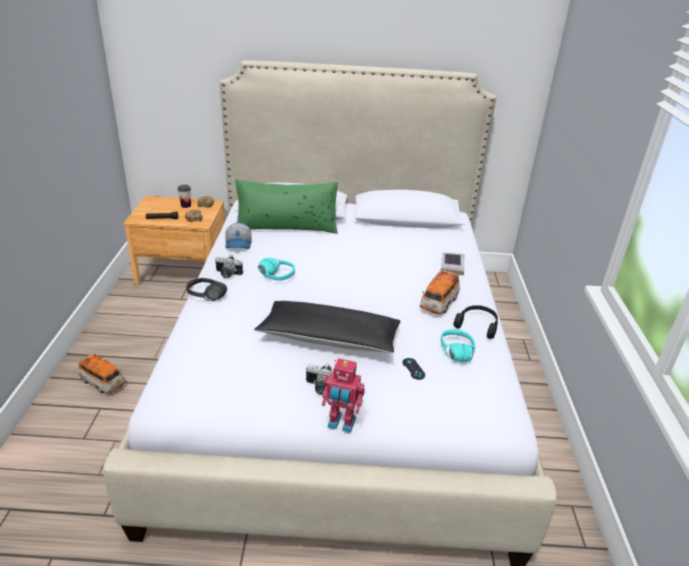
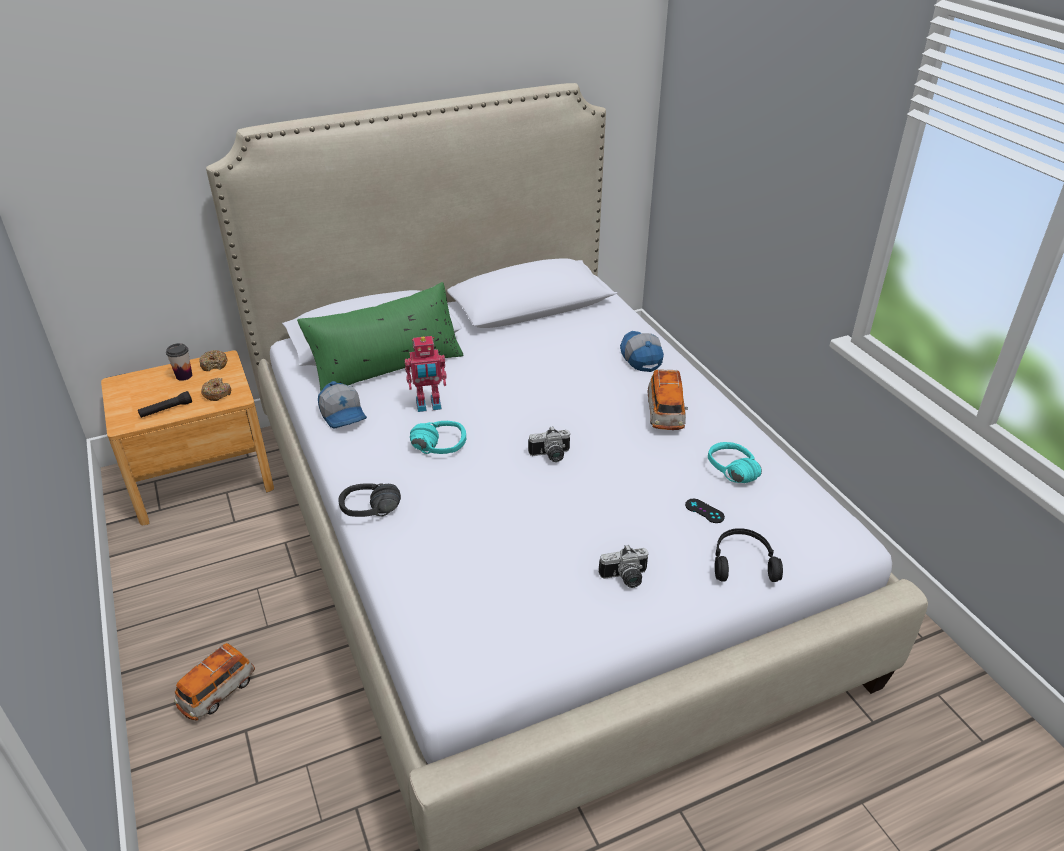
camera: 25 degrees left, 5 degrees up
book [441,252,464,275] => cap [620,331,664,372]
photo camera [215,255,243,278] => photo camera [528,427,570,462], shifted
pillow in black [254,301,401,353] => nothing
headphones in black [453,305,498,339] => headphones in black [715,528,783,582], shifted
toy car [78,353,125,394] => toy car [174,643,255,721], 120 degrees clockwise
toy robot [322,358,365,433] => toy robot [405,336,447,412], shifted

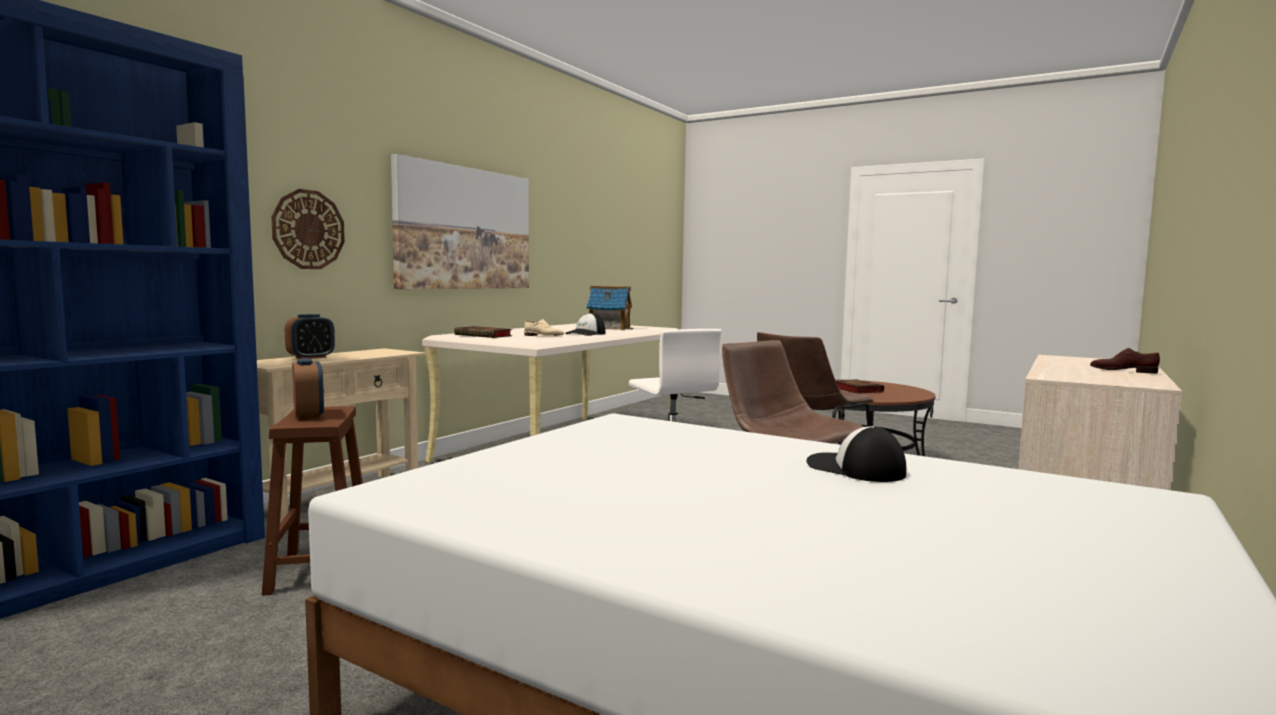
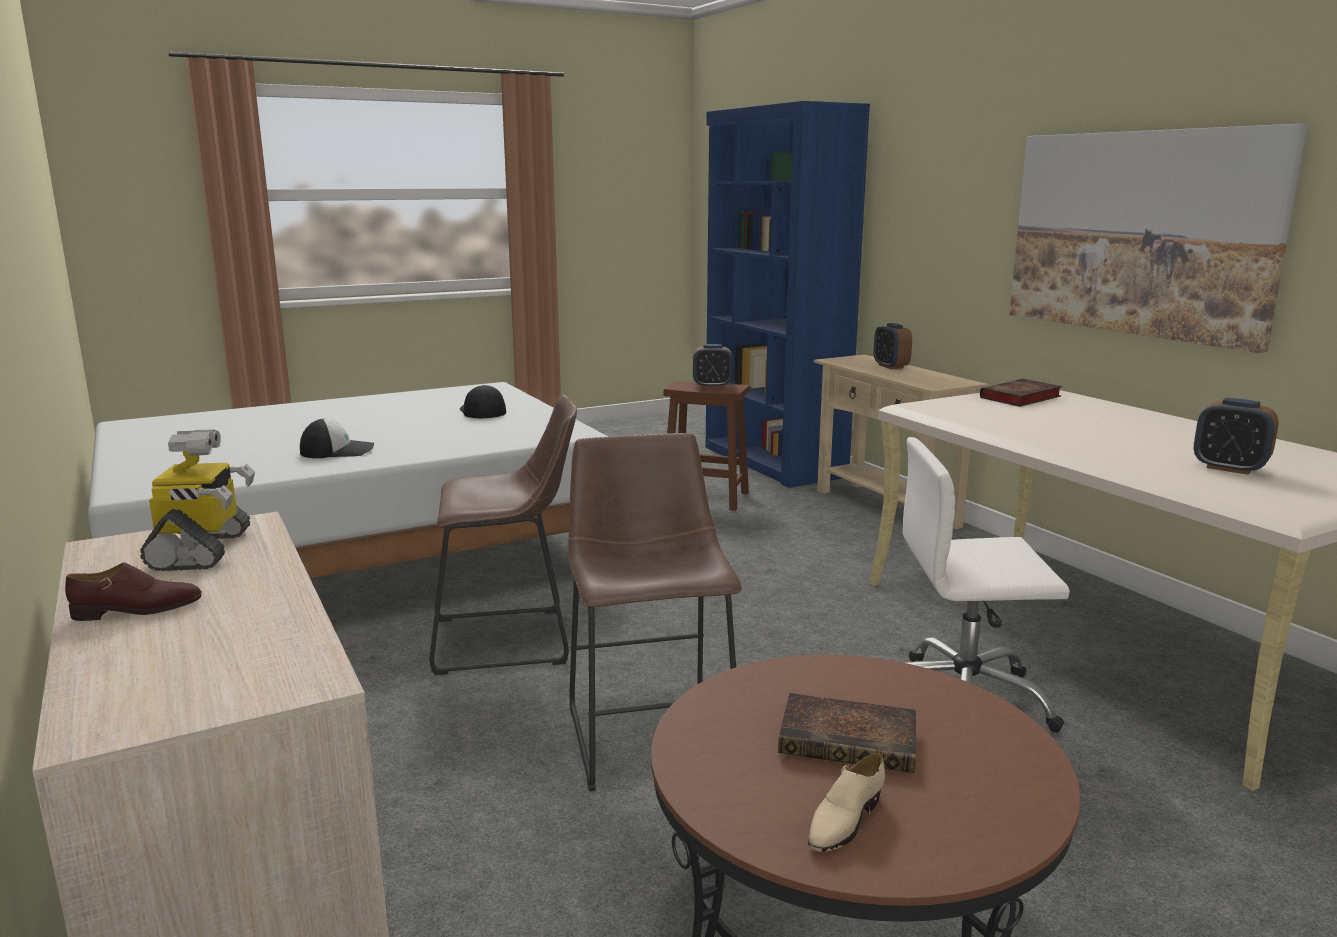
camera: 120 degrees right, 10 degrees up
wall clock [271,189,345,269] => nothing
toy house [587,286,633,330] => alarm clock [1194,398,1279,475]
cap [565,313,605,336] => cap [460,385,506,418], shifted
shoe in beige [524,319,564,336] => shoe in beige [808,753,885,852], shifted
nothing => toy robot [140,429,255,571]

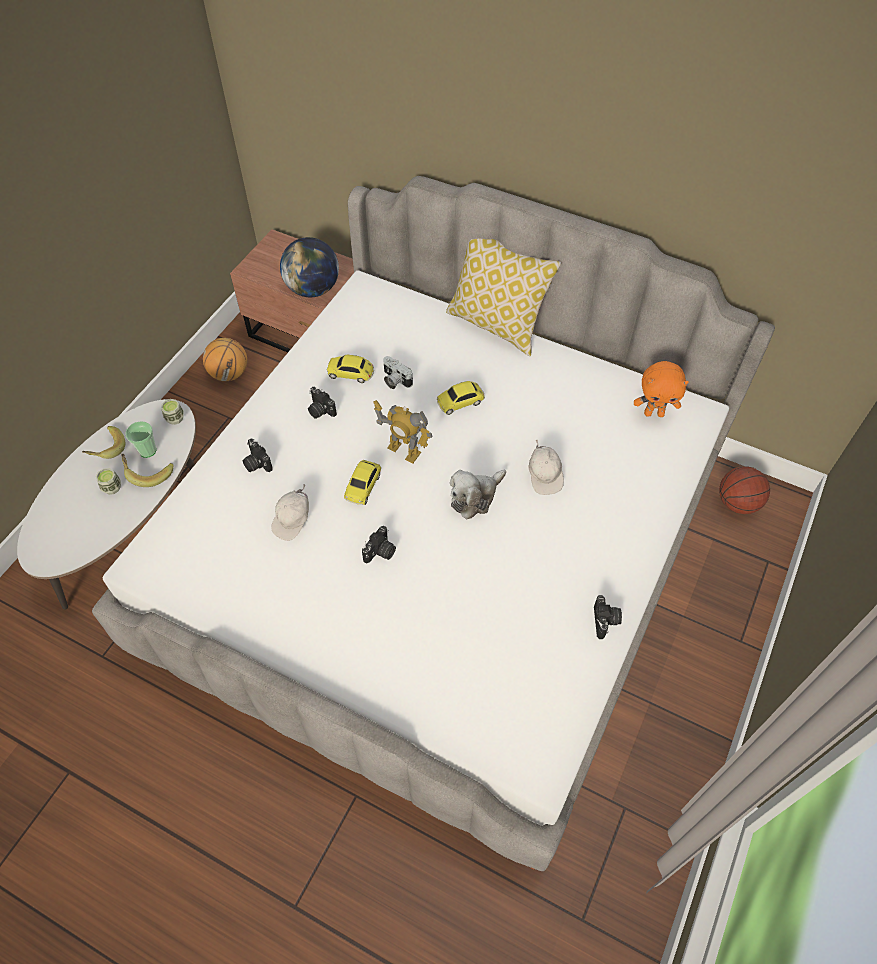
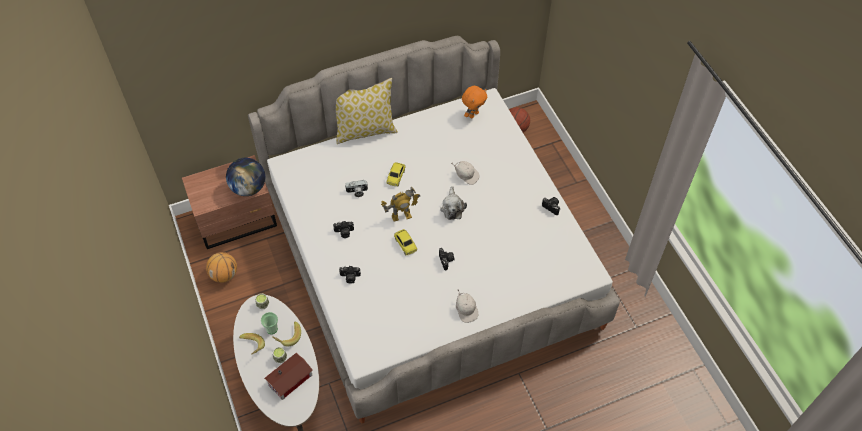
camera: 50 degrees left, 0 degrees up
toy car [327,355,374,383] => nothing
cap in white [271,484,309,541] => cap in white [456,289,478,323], shifted
nothing => toy house [264,353,313,400]

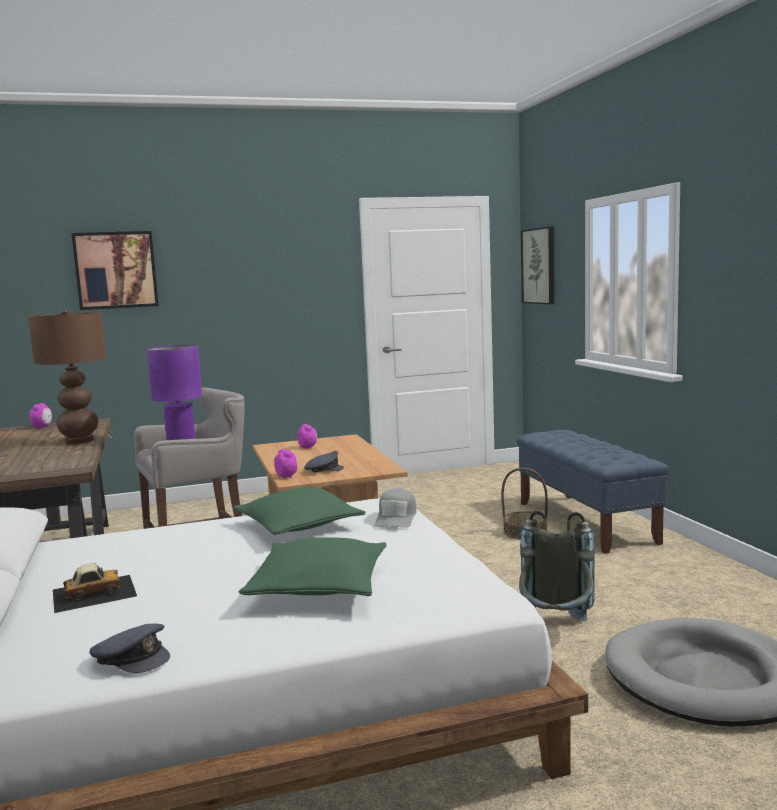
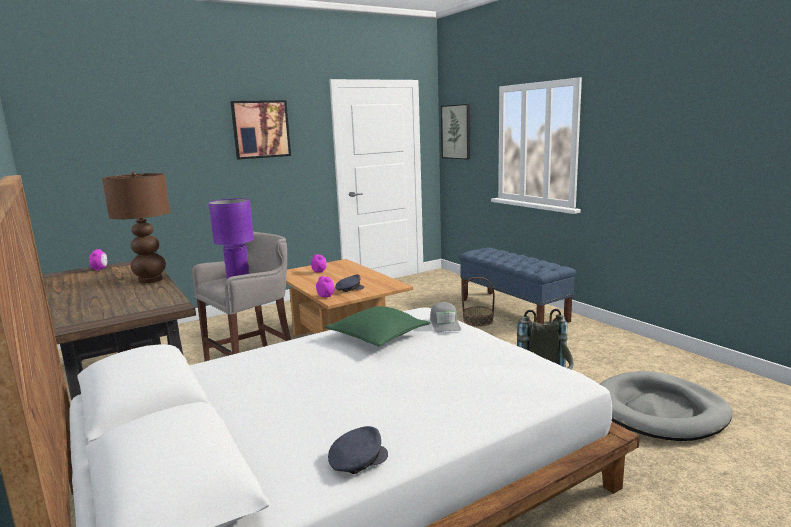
camera: 15 degrees left, 5 degrees up
picture [72,231,159,310] => picture [230,100,291,160], shifted
pillow in green [239,537,386,596] => nothing
toy car [53,563,137,613] => nothing
cap in grey [89,623,170,673] => cap in grey [328,426,388,474], 45 degrees counterclockwise

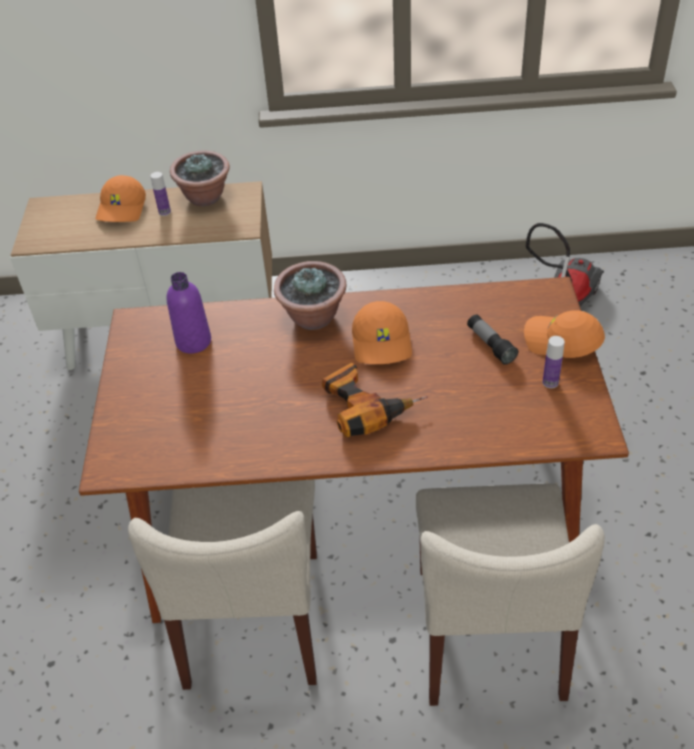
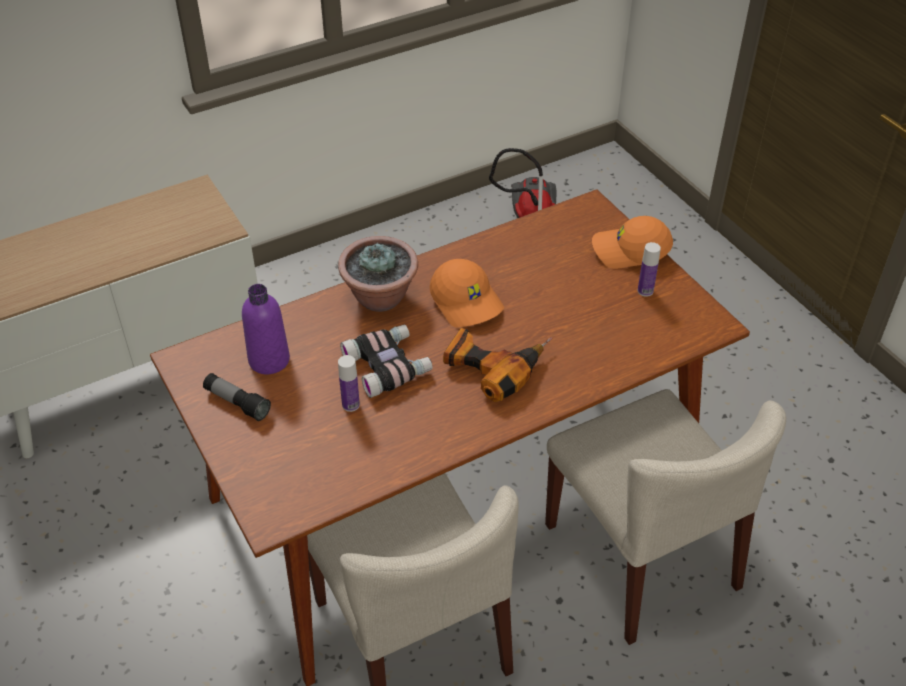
camera: 30 degrees left, 0 degrees up
potted plant [170,150,230,206] => nothing
bottle [150,172,171,216] => bottle [338,355,360,412], shifted
cap in orange [95,175,146,222] => nothing
flashlight [467,314,518,365] => flashlight [203,373,271,421], shifted
nothing => binoculars [340,324,433,398]

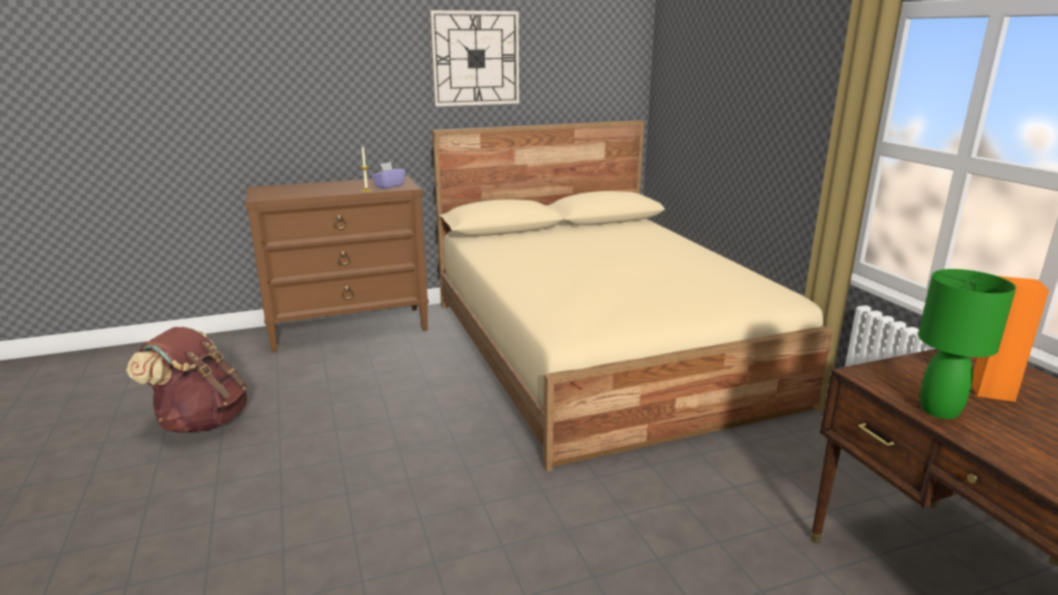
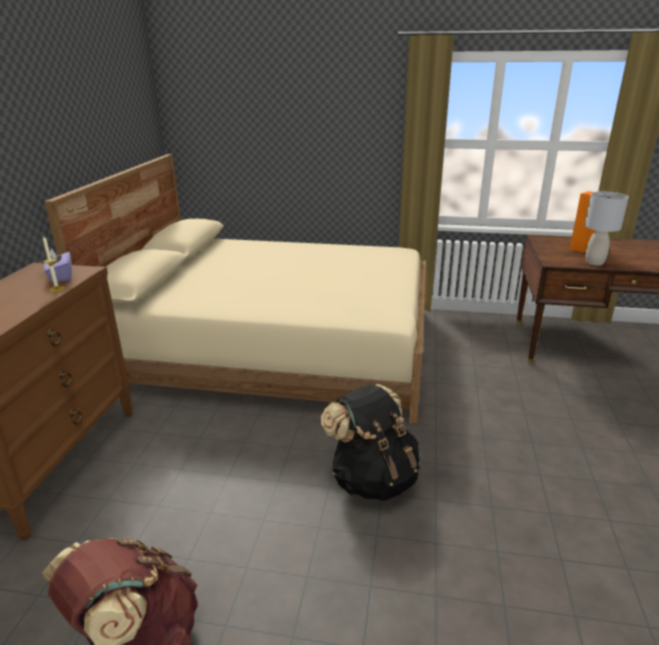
camera: 60 degrees left, 5 degrees up
wall clock [430,10,519,107] => nothing
table lamp in green [918,269,1016,419] => table lamp in grey [585,192,629,266]
nothing => backpack in black [321,384,420,501]

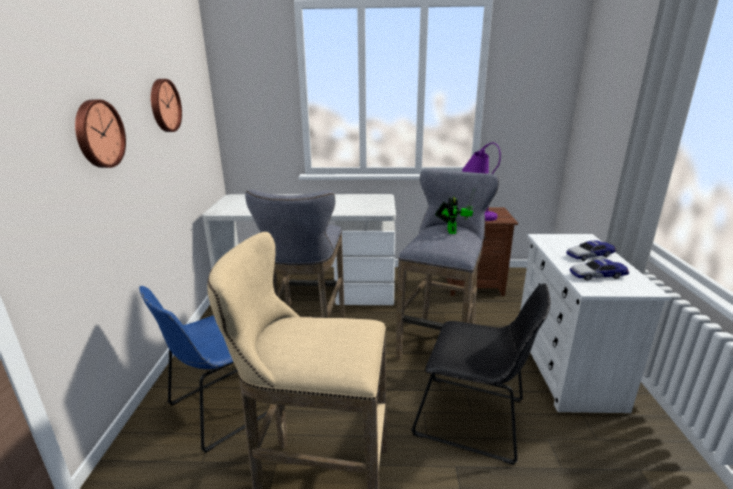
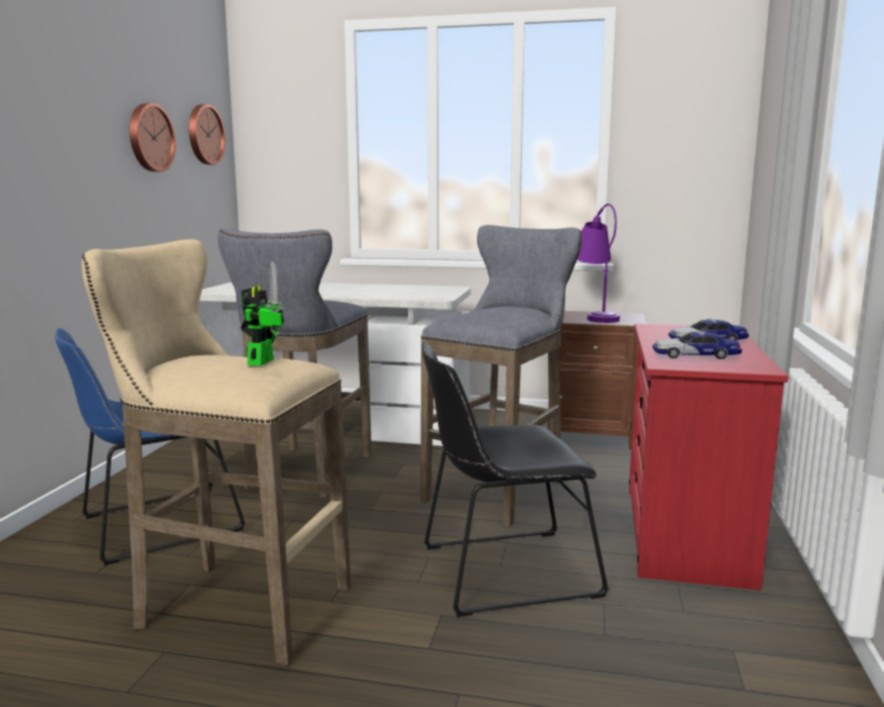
camera: 10 degrees right, 10 degrees down
wall clock [75,99,126,168] => wall clock [189,104,225,165], shifted
toy robot [435,188,476,234] => toy robot [240,261,285,366], shifted
dresser in white [520,234,671,413] => dresser in red [629,324,788,590]
chair in black [411,284,551,465] => chair in black [421,342,609,617], 135 degrees clockwise

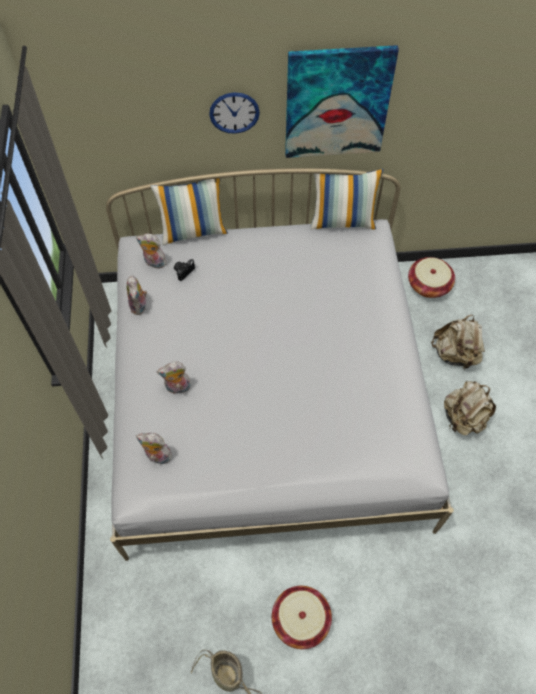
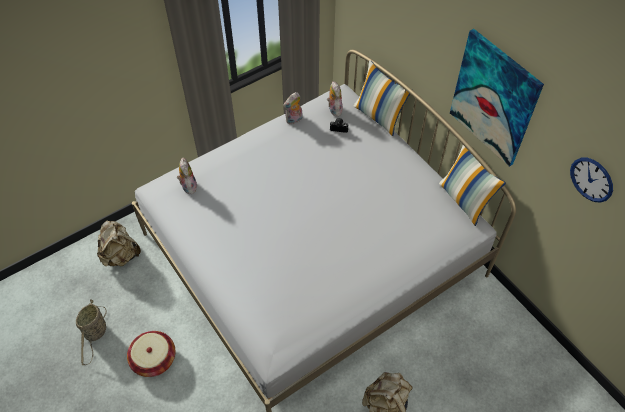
camera: 60 degrees right, 5 degrees down
wall clock [209,92,260,134] => wall clock [570,158,613,203], shifted
basket [408,257,455,298] => nothing
backpack in beige [431,315,485,369] => backpack in beige [97,221,141,266], shifted
plush toy [157,361,191,394] => nothing

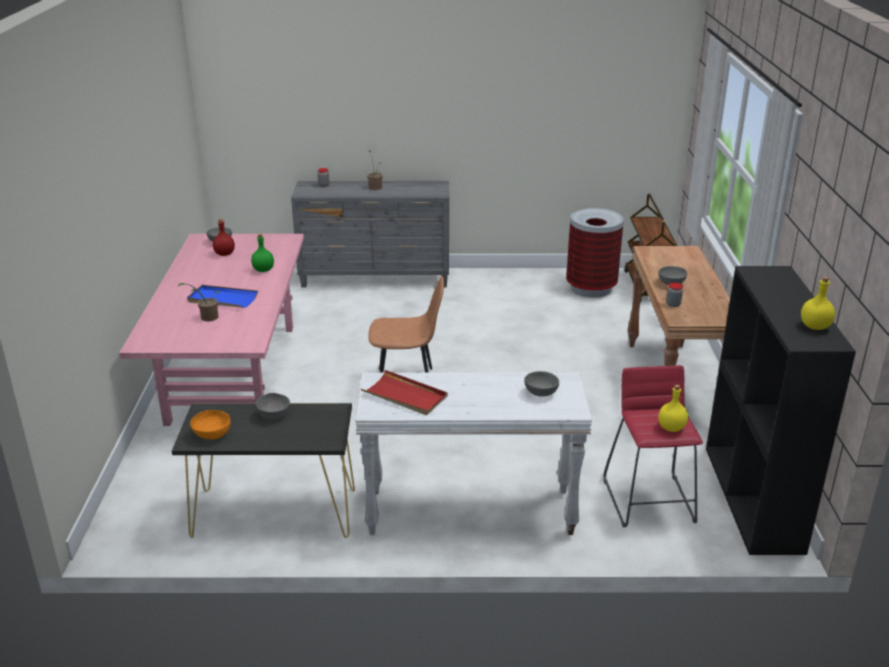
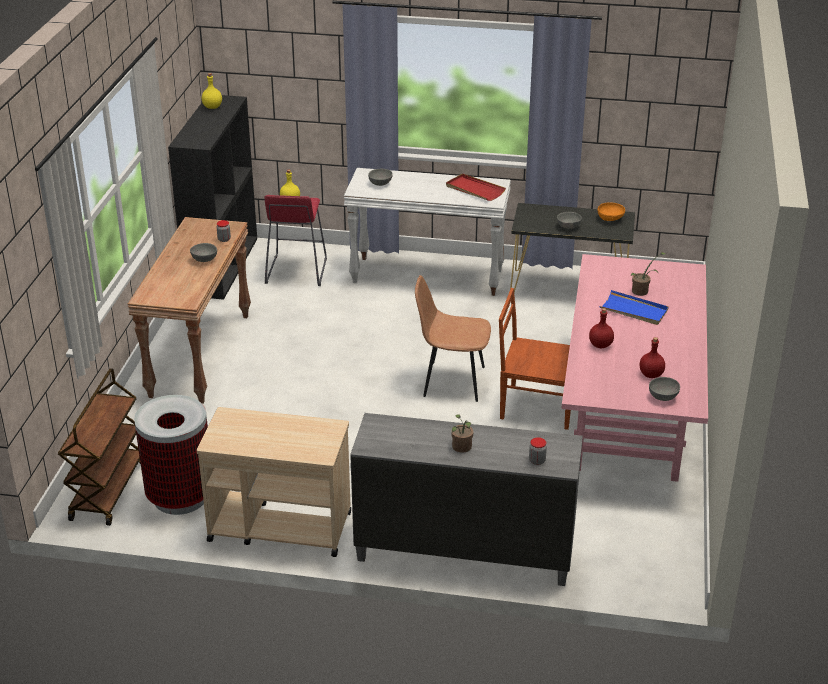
camera: 170 degrees left, 5 degrees up
bottle in green [251,234,274,272] => bottle in red [589,308,614,348]
nothing => chair in brown [499,288,571,430]
nothing => cart in beige [197,407,351,557]

